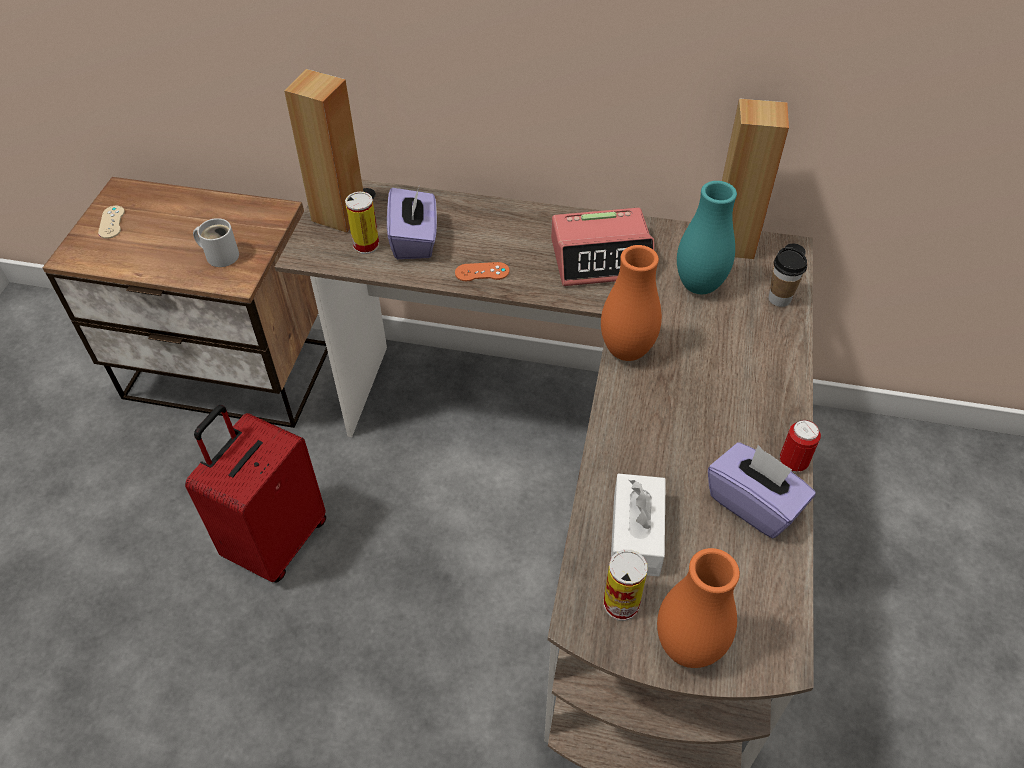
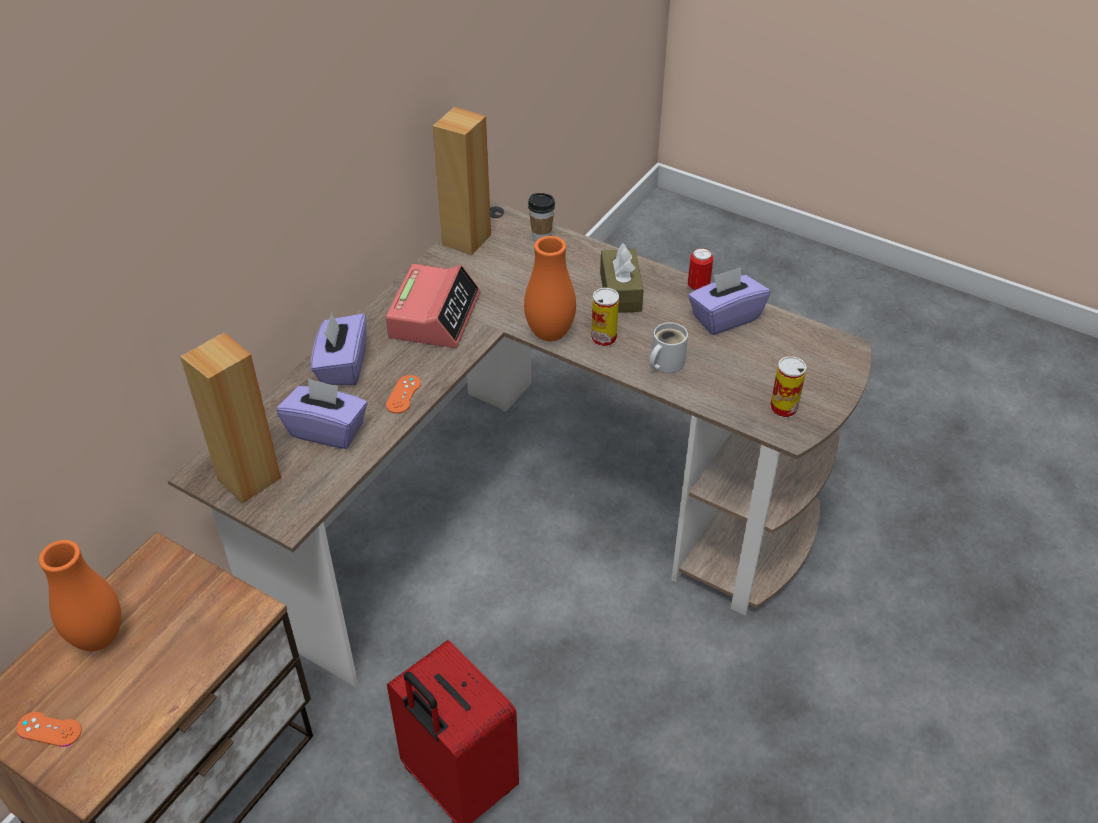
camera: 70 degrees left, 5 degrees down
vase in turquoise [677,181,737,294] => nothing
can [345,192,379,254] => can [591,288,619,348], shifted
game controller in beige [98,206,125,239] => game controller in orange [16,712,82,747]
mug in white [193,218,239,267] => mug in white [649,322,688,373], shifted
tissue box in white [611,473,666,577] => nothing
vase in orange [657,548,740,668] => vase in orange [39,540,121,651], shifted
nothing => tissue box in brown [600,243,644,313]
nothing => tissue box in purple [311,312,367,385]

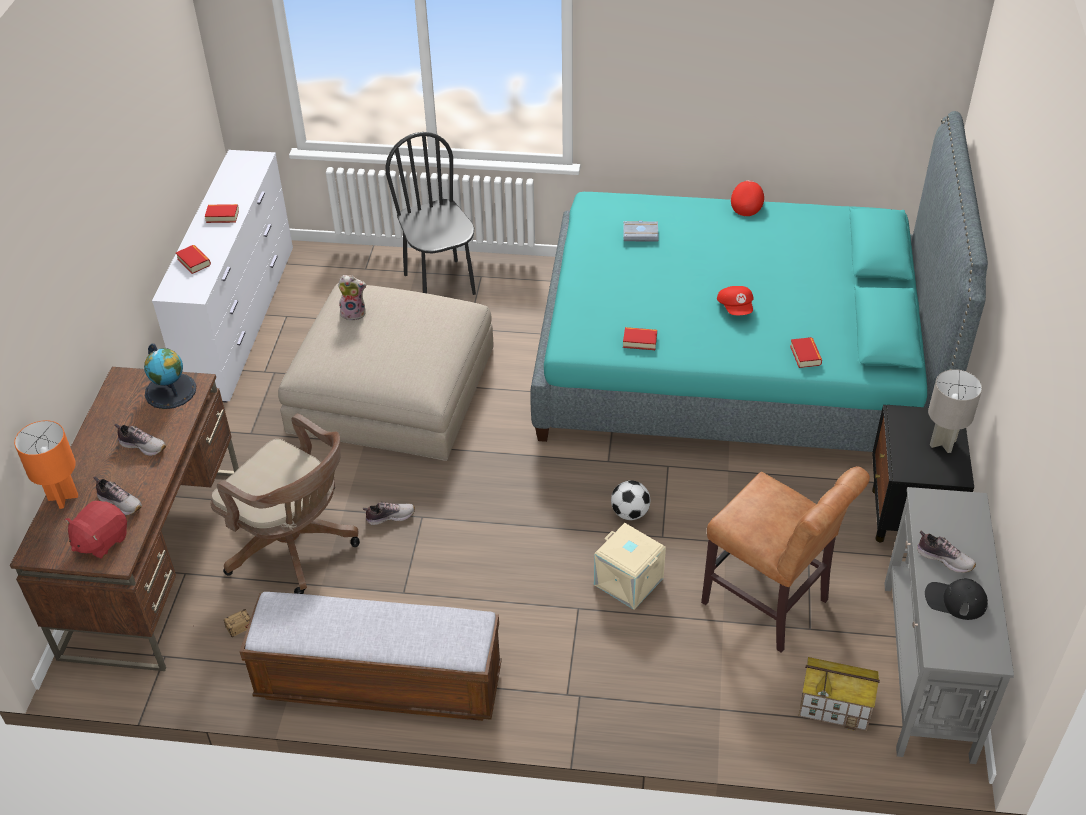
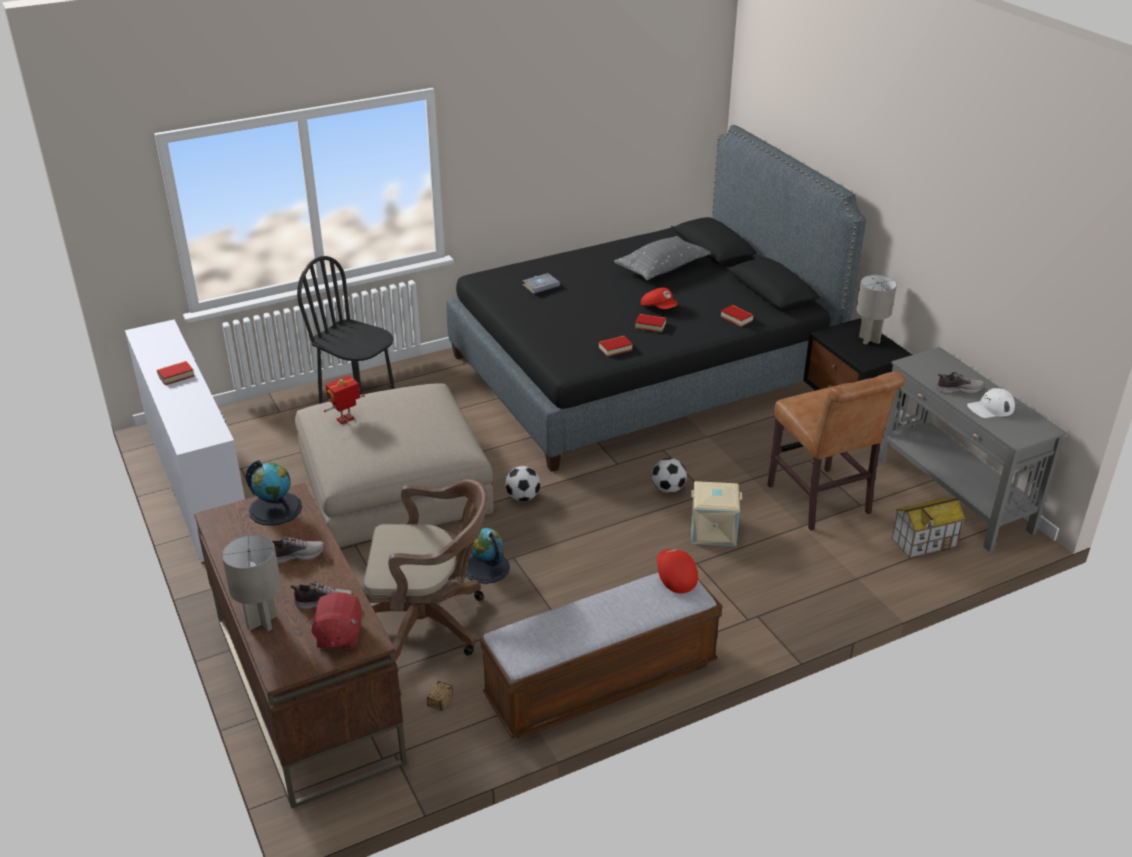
camera: 35 degrees left, 10 degrees down
bed in turquoise [530,111,988,452] => bed in black [446,125,866,472]
cap in red [731,180,764,216] => cap in red [656,549,698,593], shifted
book [176,245,211,274] => book [635,314,666,333], shifted
plush toy [338,275,366,321] => toy robot [324,376,365,424]
table lamp in orange [14,420,78,509] => table lamp in grey [222,535,281,631]
chair in brown [701,466,870,653] => chair in brown [767,372,905,531], 60 degrees clockwise
shoe [363,502,415,525] => globe [466,528,510,584]
cap in black [925,578,988,620] => cap in white [967,388,1015,418]
nothing => pillow in grey [614,236,711,280]
nothing => football [505,466,540,501]

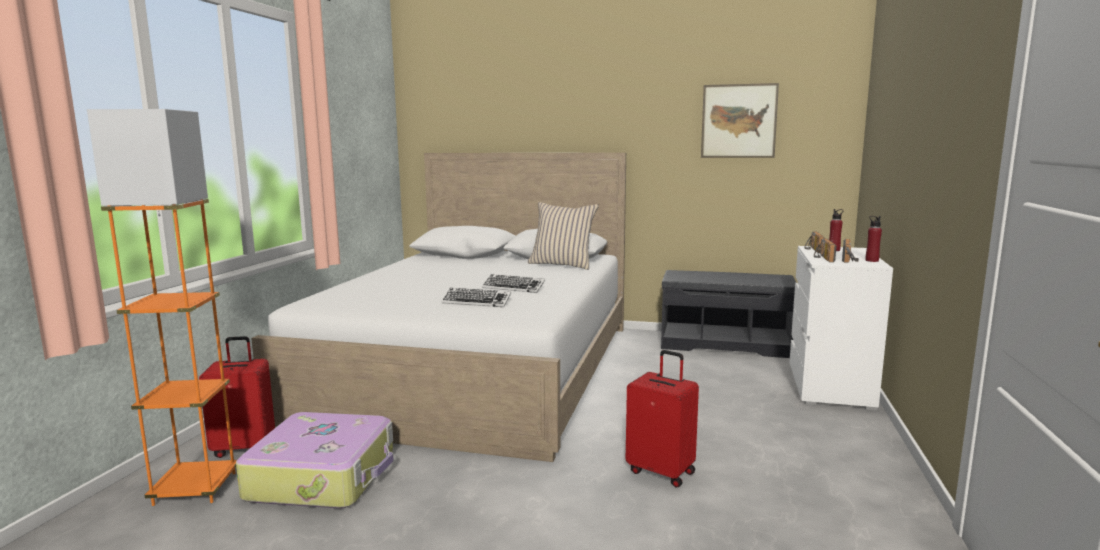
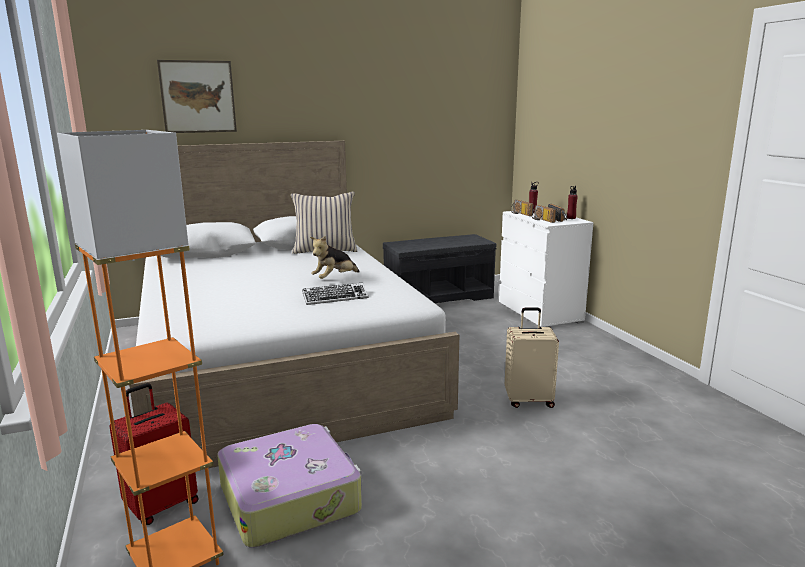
camera: 35 degrees left, 5 degrees up
picture [701,83,779,158] => picture [157,60,237,133], shifted
keyboard [482,274,545,293] => plush toy [310,236,360,279]
suitcase in red [626,350,699,488] => suitcase in beige [505,308,559,408]

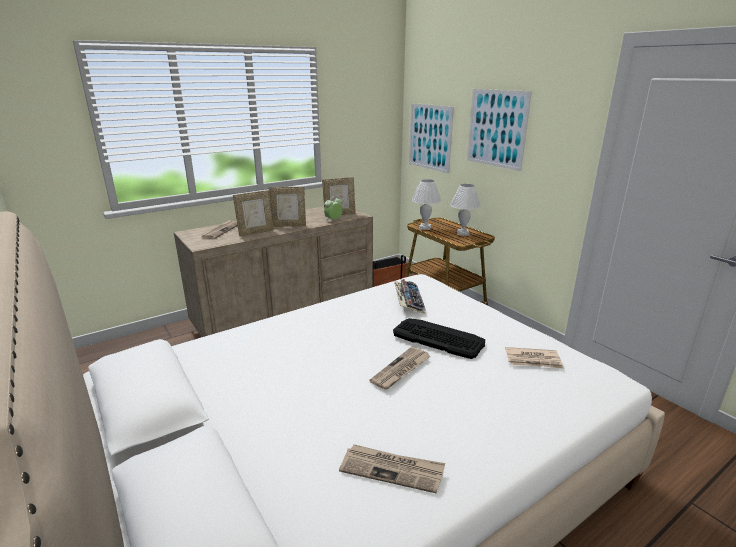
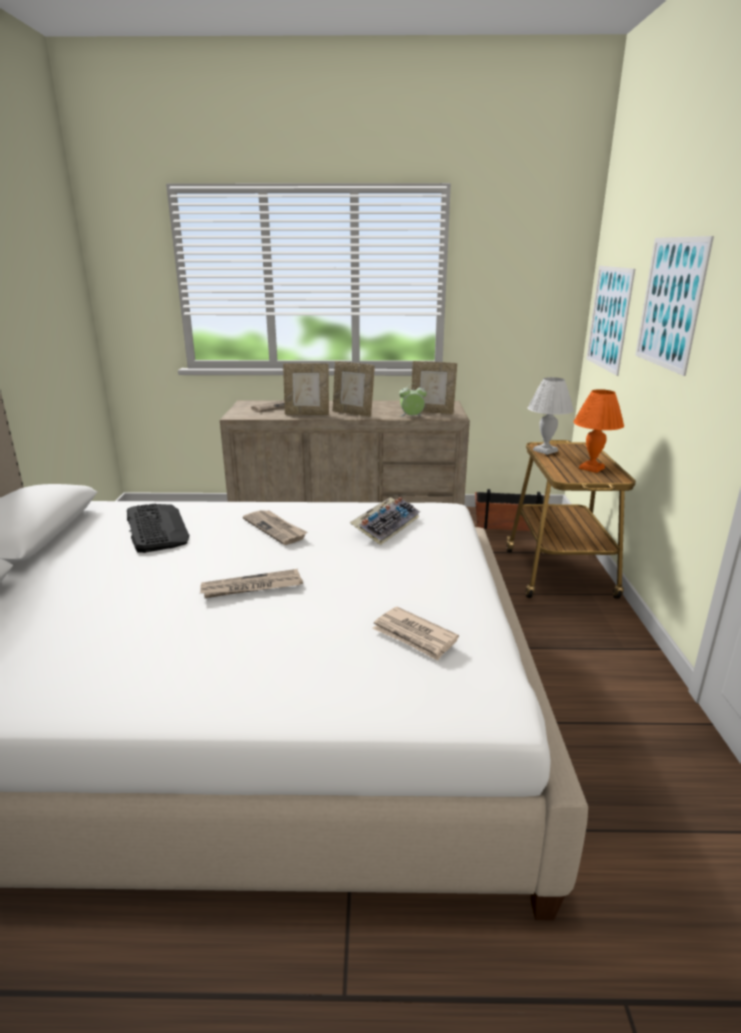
camera: 35 degrees right, 0 degrees up
table lamp in white [450,184,481,236] => table lamp in orange [574,389,624,473]
keyboard [393,318,485,359] => keyboard [127,504,189,553], shifted
newspaper [339,444,445,493] => newspaper [243,510,307,545], shifted

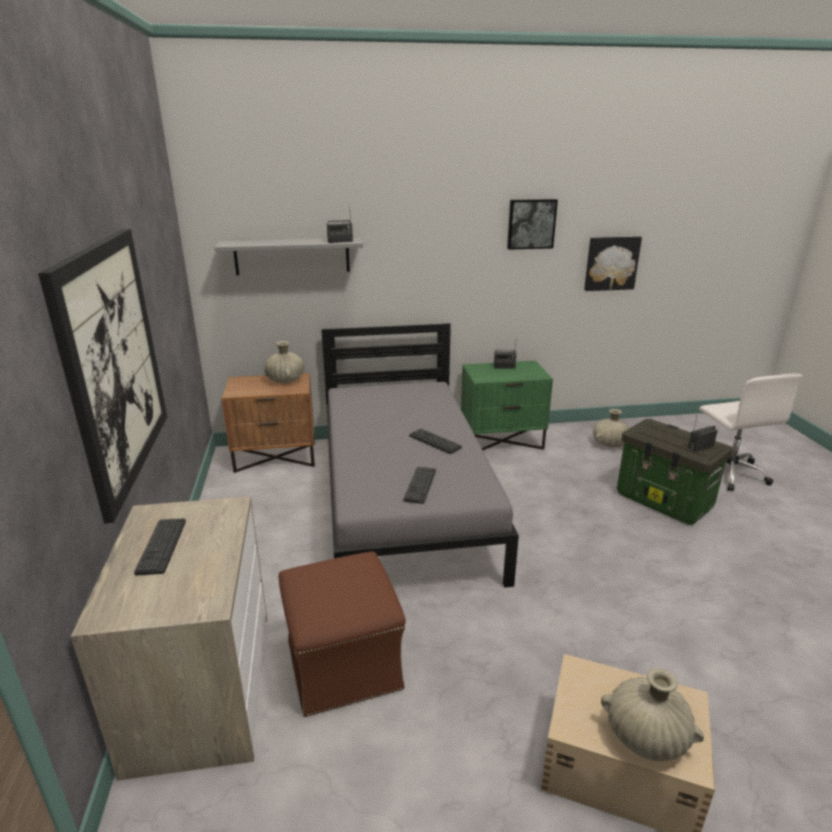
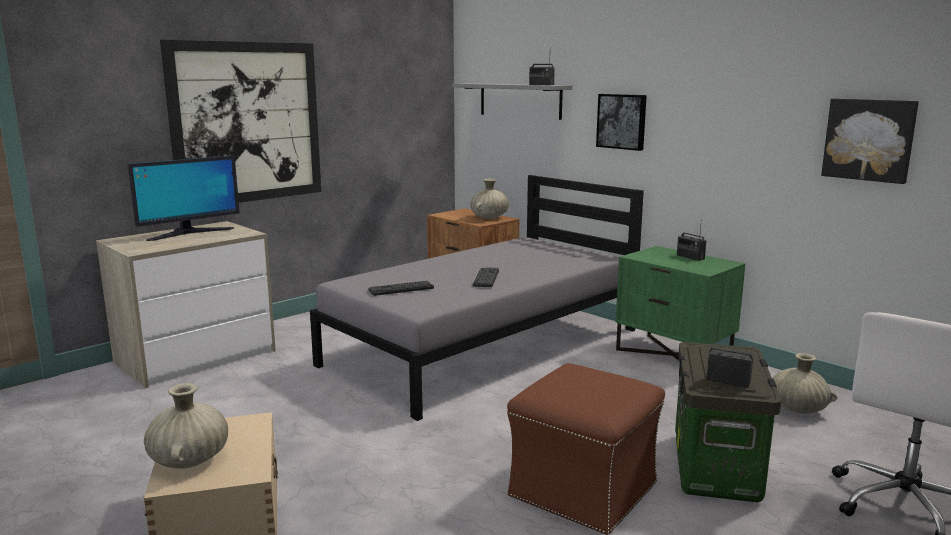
camera: 55 degrees right, 10 degrees down
picture [507,199,558,250] => picture [596,94,647,151], shifted
keyboard [134,518,186,576] => monitor [128,156,240,241]
ottoman in brown [279,551,406,717] => ottoman in brown [507,363,665,535], shifted

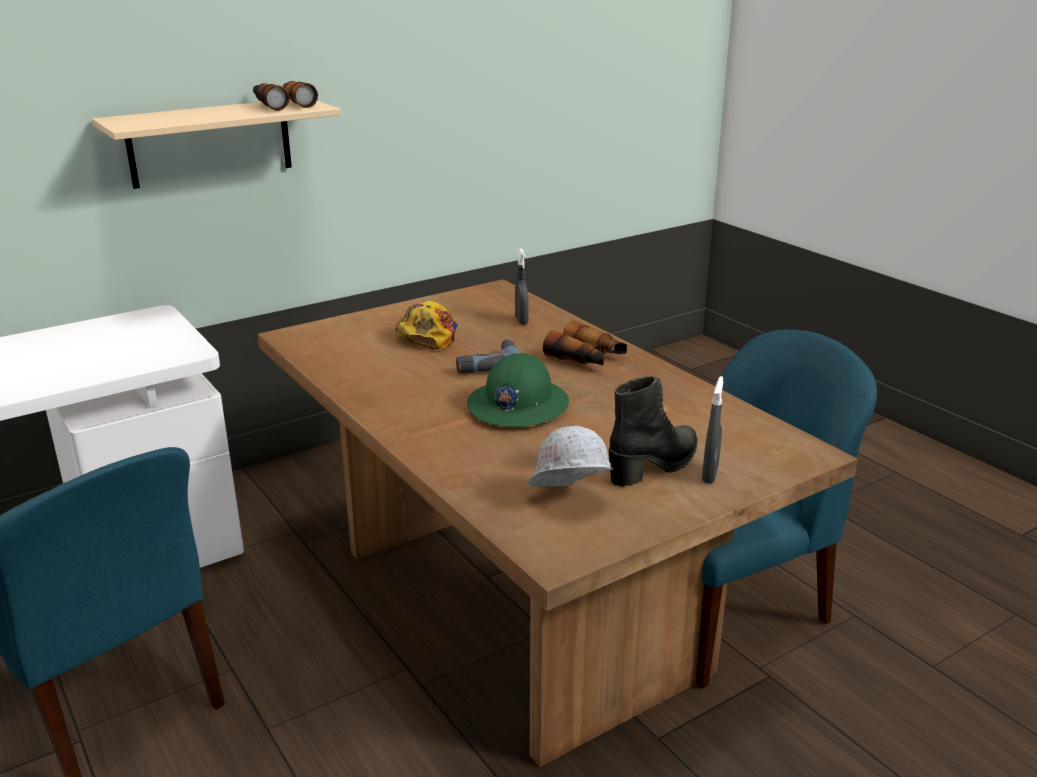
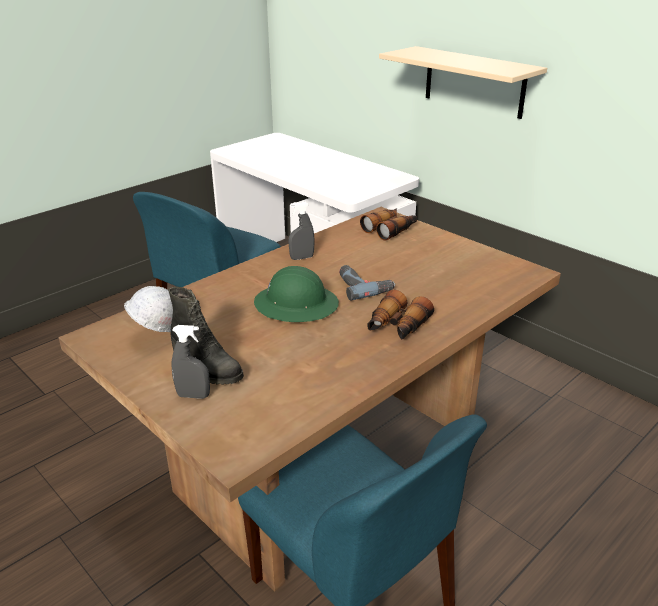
camera: 80 degrees right, 5 degrees up
binoculars [253,81,318,111] => binoculars [360,208,417,241], shifted
spray bottle in grey [515,249,529,325] => spray bottle in grey [289,201,315,260], shifted
cap [396,301,458,350] => nothing

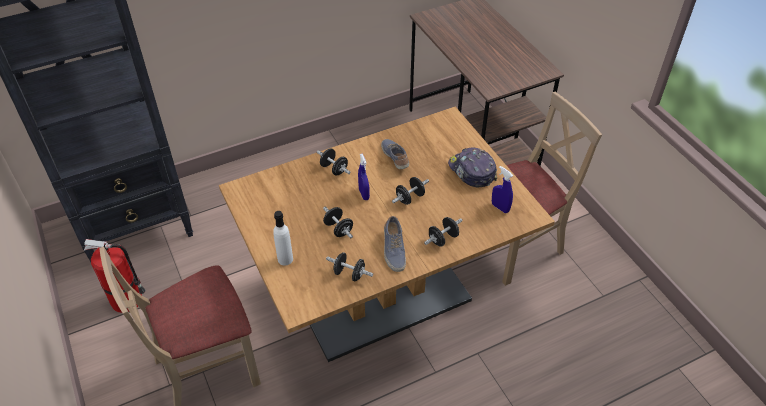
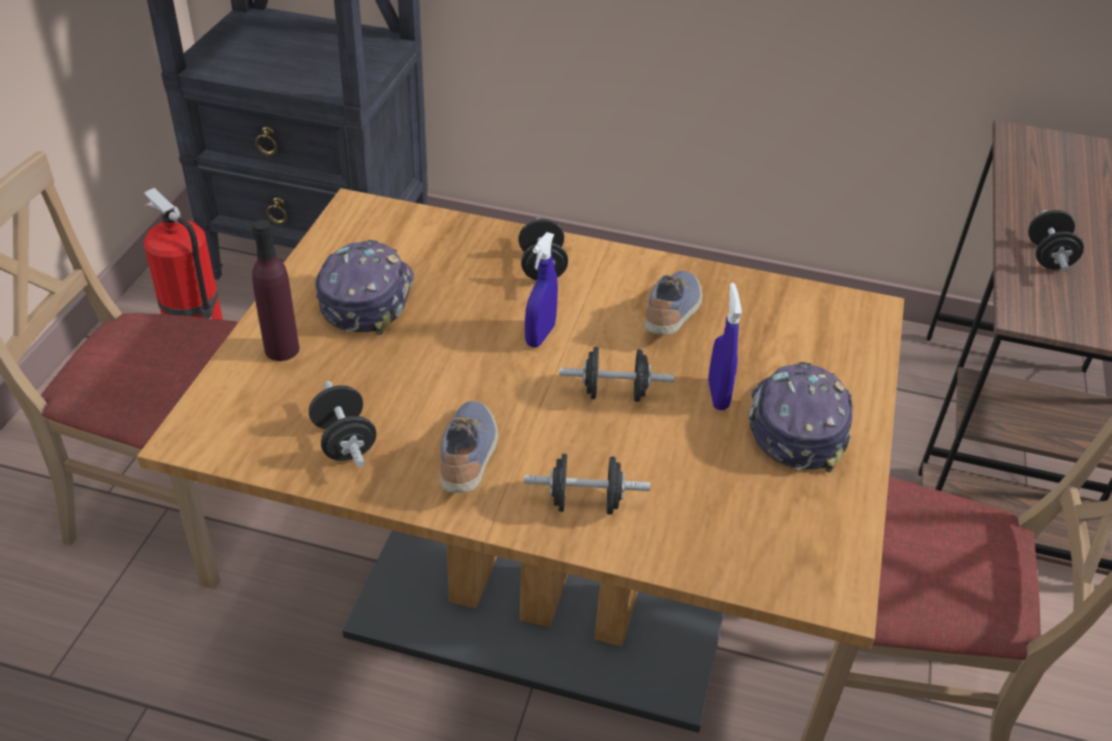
camera: 40 degrees right, 5 degrees down
spray bottle in blue [492,166,513,213] => spray bottle in blue [708,283,742,410], shifted
dumbbell in black [323,207,353,238] => dumbbell in black [1028,210,1084,271], shifted
bottle in white [273,211,293,266] => bottle in purple [252,220,299,361]
shoe [384,216,406,272] => shoe [440,401,498,493], 150 degrees clockwise
nothing => cap [315,240,414,335]

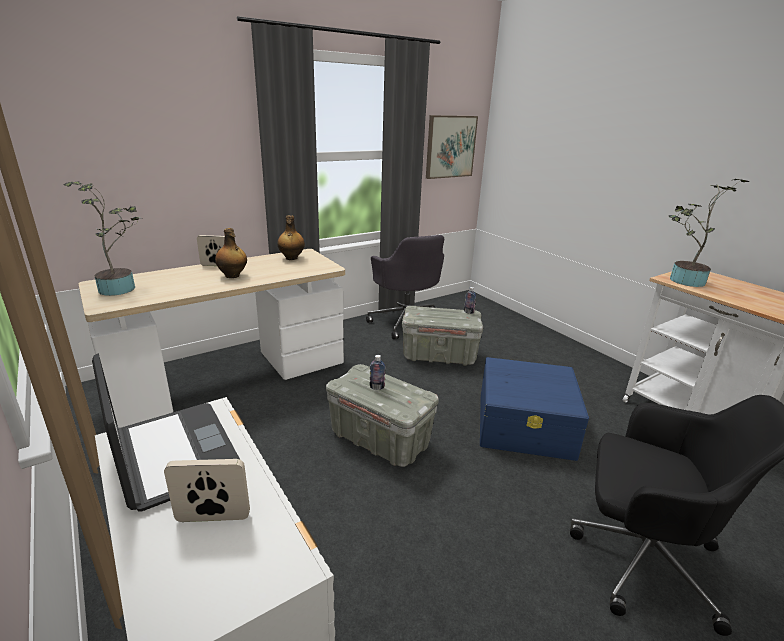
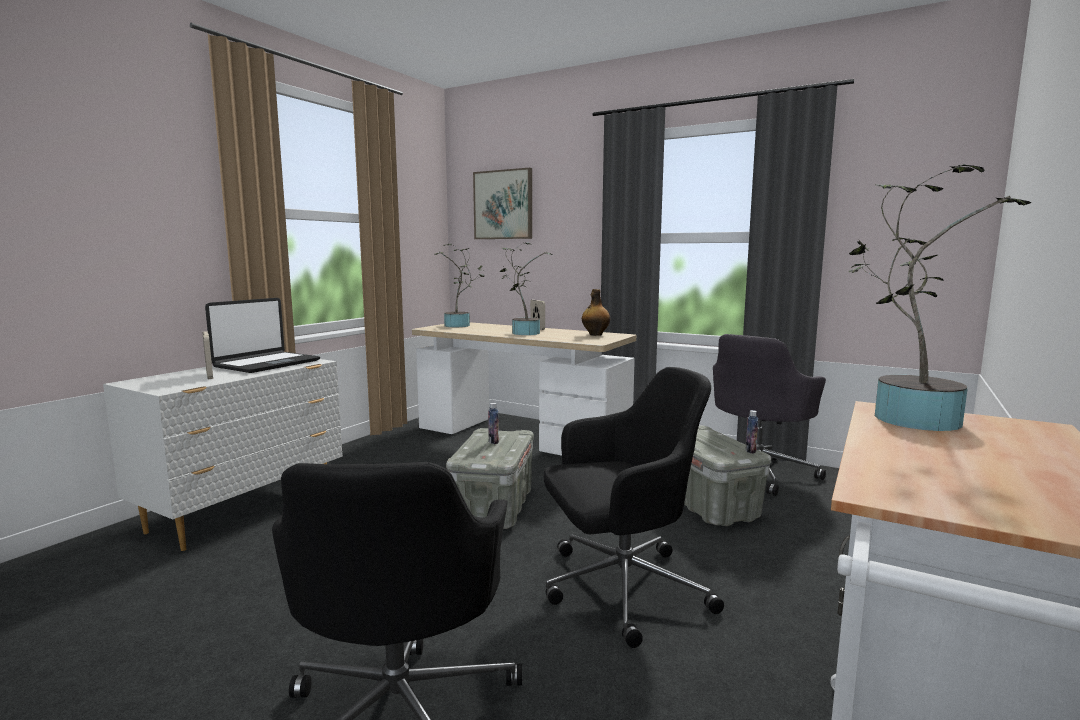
camera: 65 degrees right, 15 degrees down
picture [426,115,478,179] => picture [473,168,532,239], shifted
bottle [215,228,247,278] => potted plant [500,242,553,335]
storage box in blue [480,357,589,461] => office chair in black [544,367,724,648]

